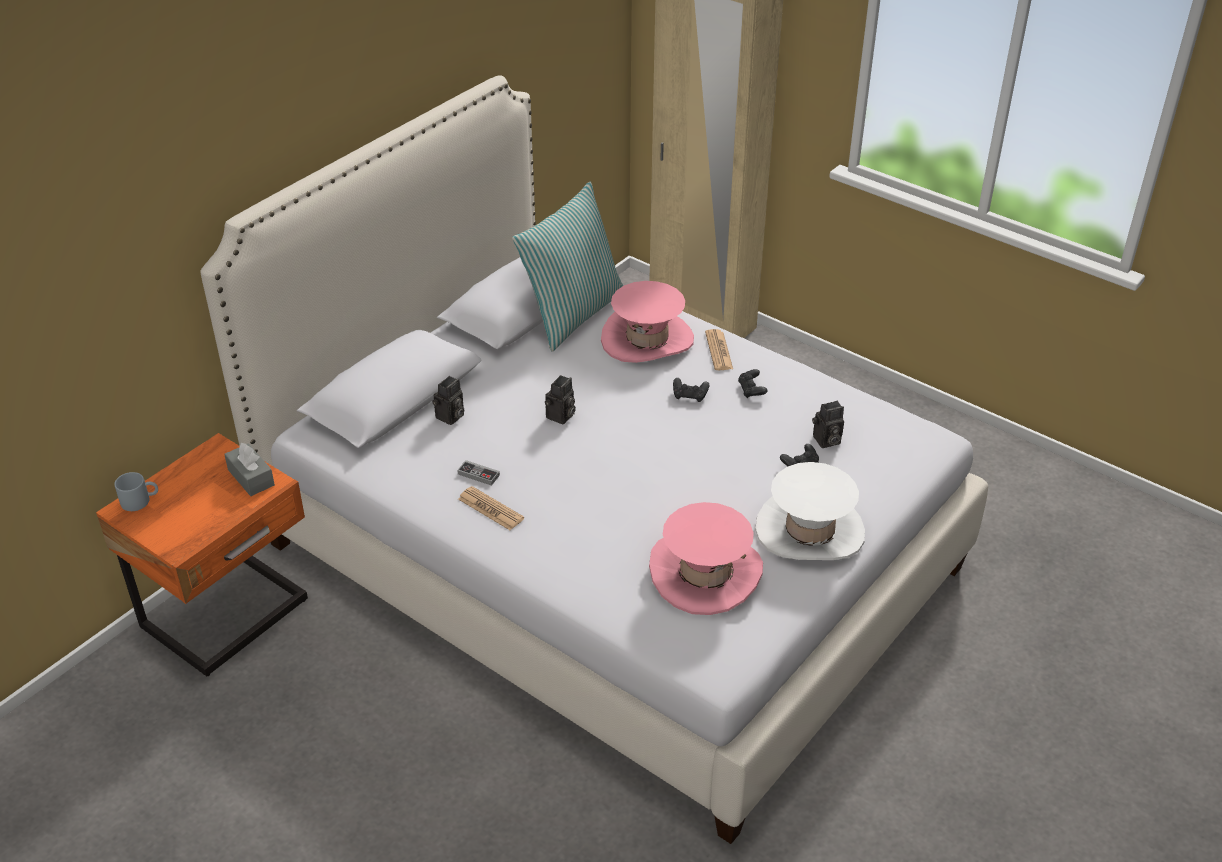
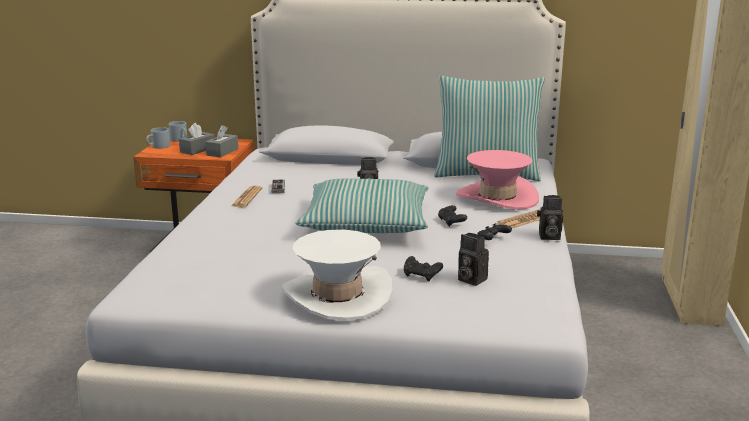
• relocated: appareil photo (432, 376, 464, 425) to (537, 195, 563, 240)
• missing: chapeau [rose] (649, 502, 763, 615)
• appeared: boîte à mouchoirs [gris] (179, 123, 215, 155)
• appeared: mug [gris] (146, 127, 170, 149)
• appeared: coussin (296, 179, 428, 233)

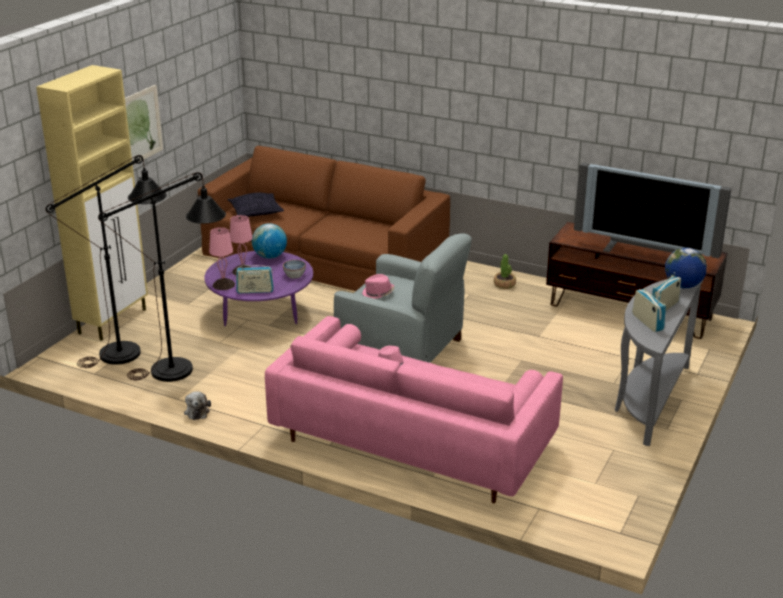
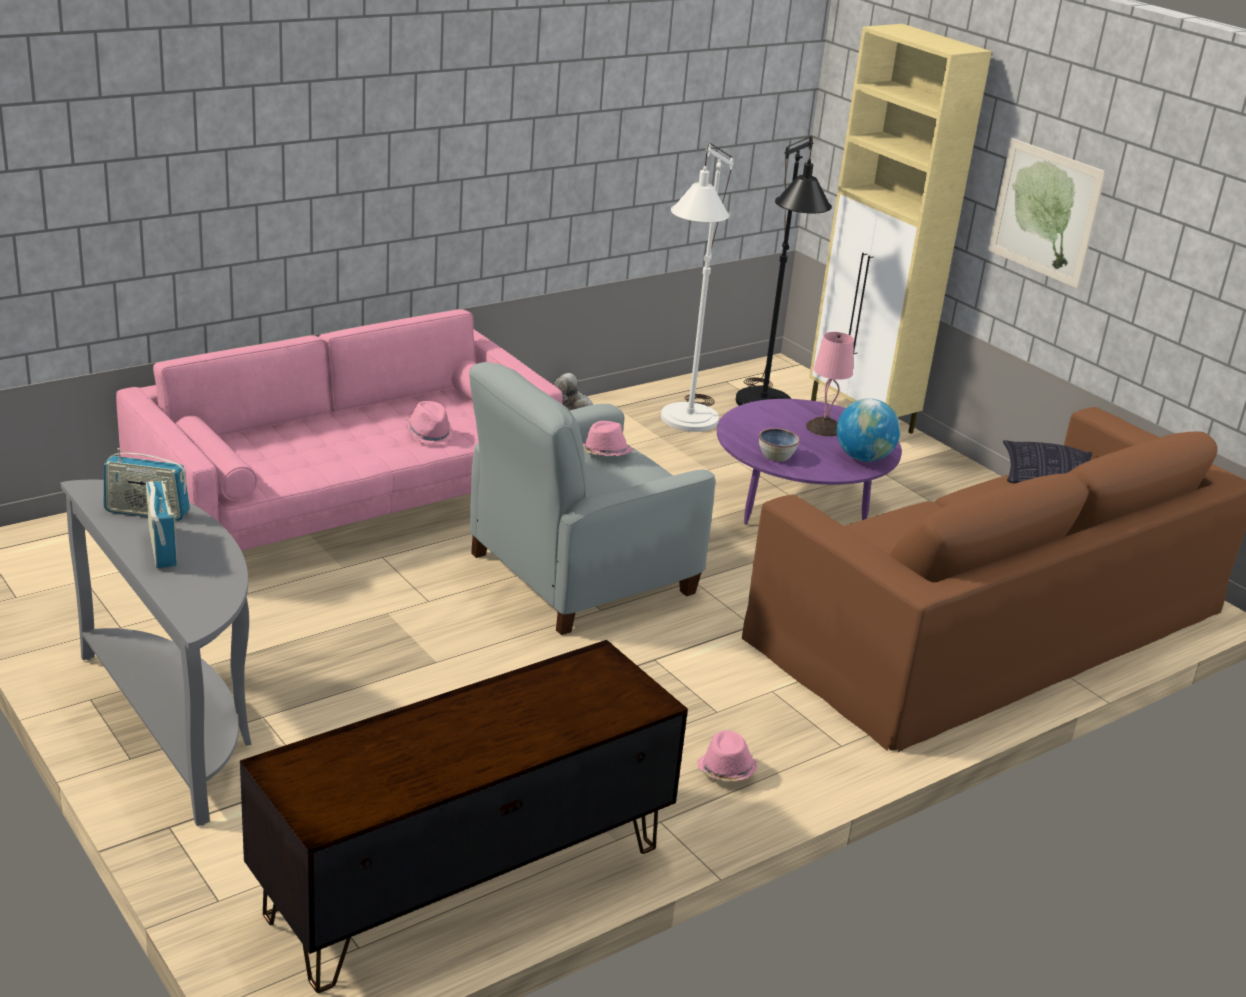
• missing: téléviseur (574, 163, 731, 258)
• colour: lampadaire [noir] (98, 172, 226, 382) to lampadaire [blanc] (661, 143, 734, 432)
• missing: lampe de table [rose] (209, 227, 235, 290)
• missing: globe (665, 248, 707, 288)
• exchanged: plante en pot (494, 254, 516, 289) to chapeau [rose] (697, 730, 757, 781)
• missing: radio (236, 264, 274, 293)

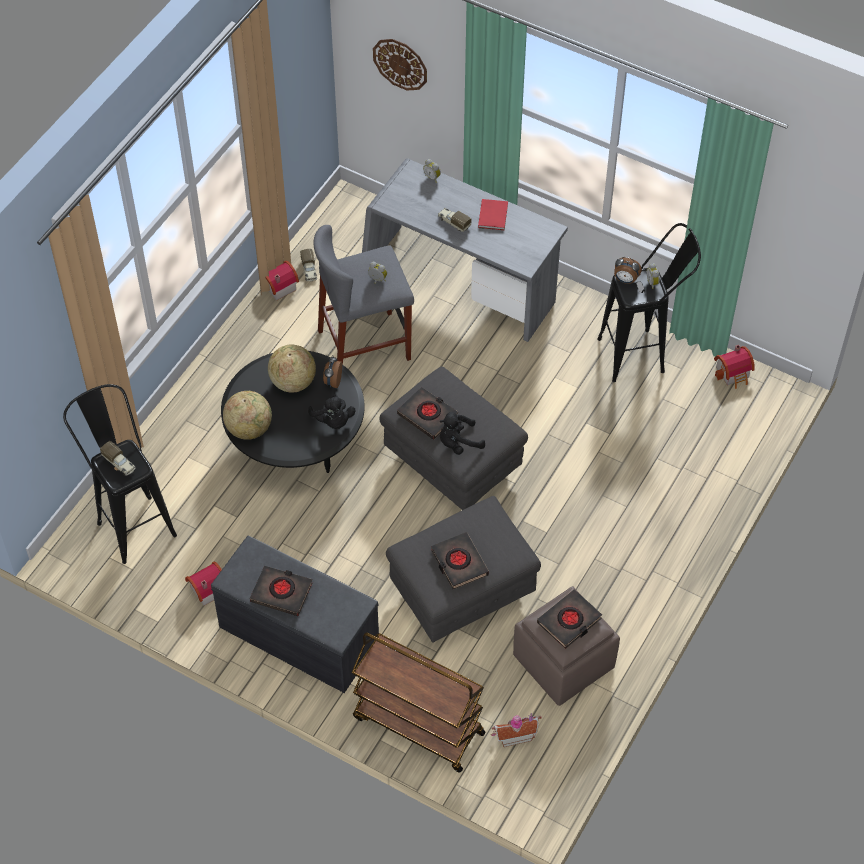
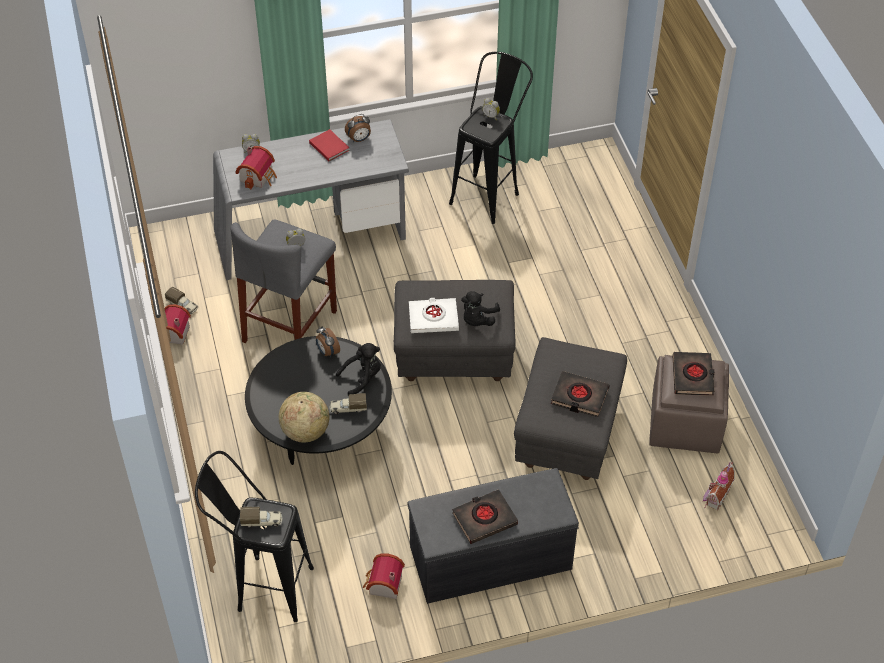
• missing: horloge murale (373, 39, 427, 91)
• relocated: camion jouet (438, 208, 471, 232) to (329, 393, 367, 414)
• relocated: réveil (614, 257, 642, 284) to (345, 114, 371, 142)
• missing: globe (268, 345, 316, 393)
• relocated: maison miniature (714, 345, 755, 389) to (235, 146, 277, 189)
• colour: livre [noir] (397, 387, 458, 439) to livre [blanc] (409, 298, 459, 333)
• spun: peluche [noir] (308, 394, 356, 429) = (336, 343, 381, 396) 45 degrees counterclockwise
• missing: chariot [marron] (352, 632, 485, 773)

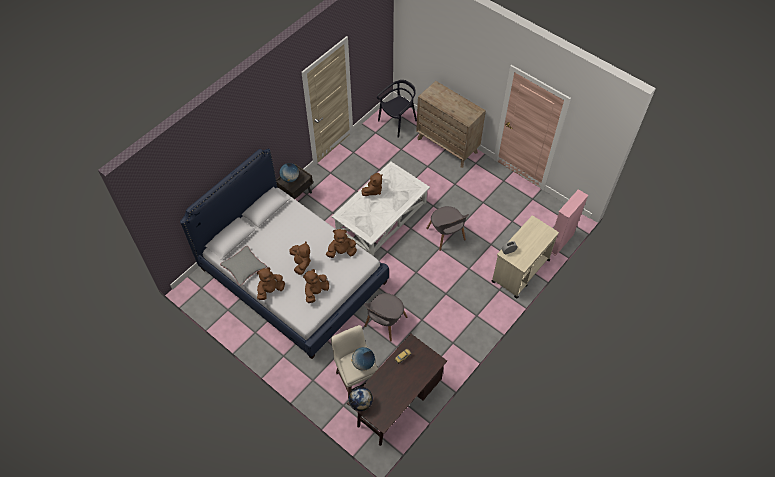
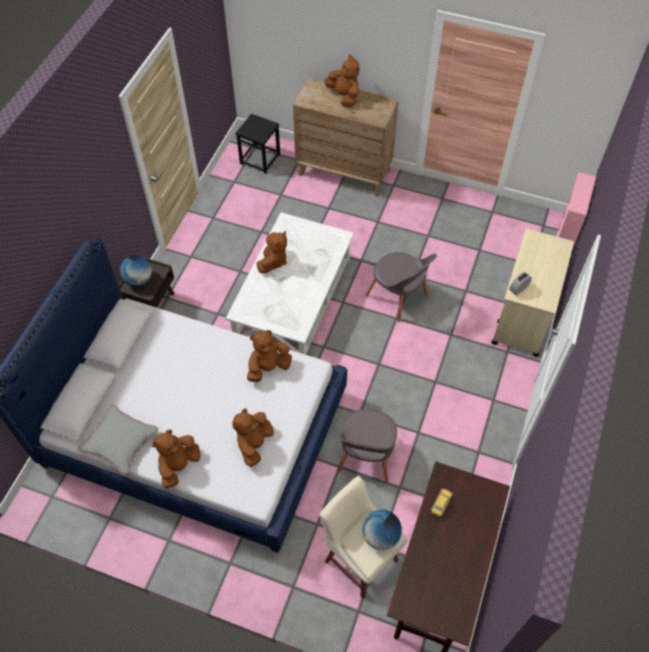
• exchanged: chaise [noir] (377, 80, 417, 138) to tabouret [noir] (235, 114, 280, 174)
• relocated: peluche [marron] (289, 241, 311, 275) to (324, 54, 360, 107)
• missing: globe (349, 387, 373, 411)

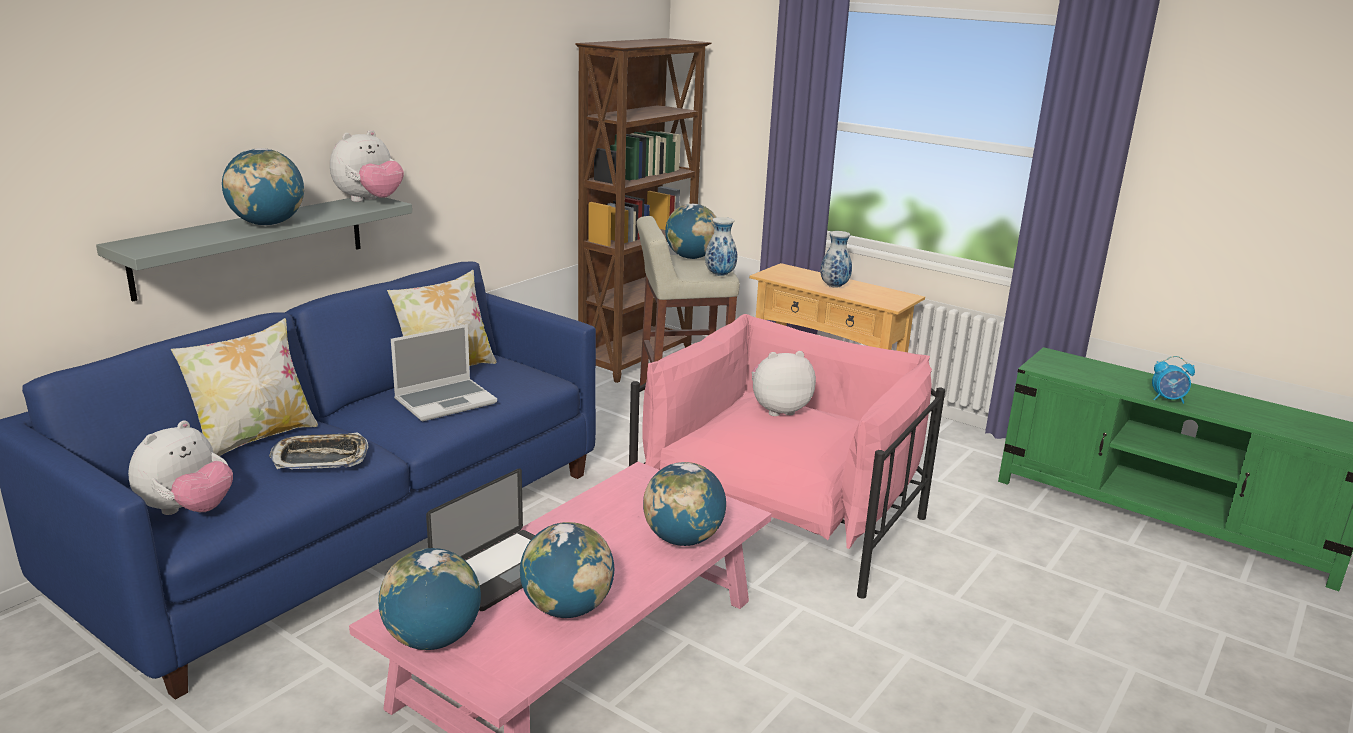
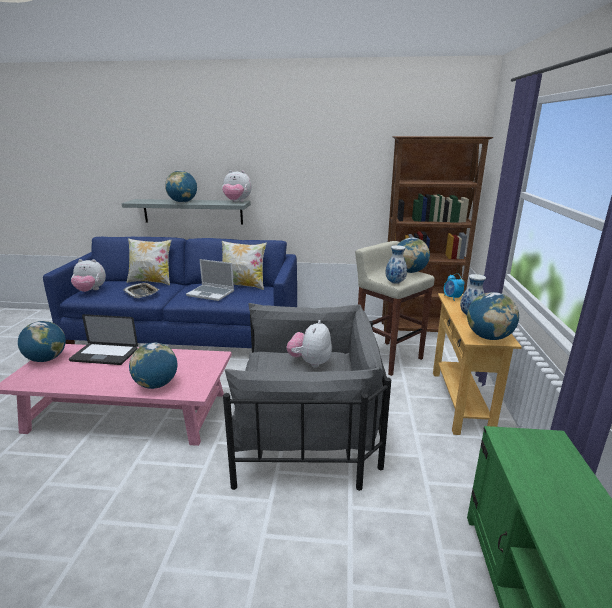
• colour: fauteuil [rose] (629, 314, 945, 599) to fauteuil [gris] (223, 303, 391, 491)
• spun: peluche (752, 351, 816, 416) = (287, 320, 332, 368) 120 degrees counterclockwise
• relocated: réveil (1152, 356, 1195, 404) to (444, 273, 465, 301)
• relocated: globe (520, 522, 614, 618) to (467, 292, 519, 340)

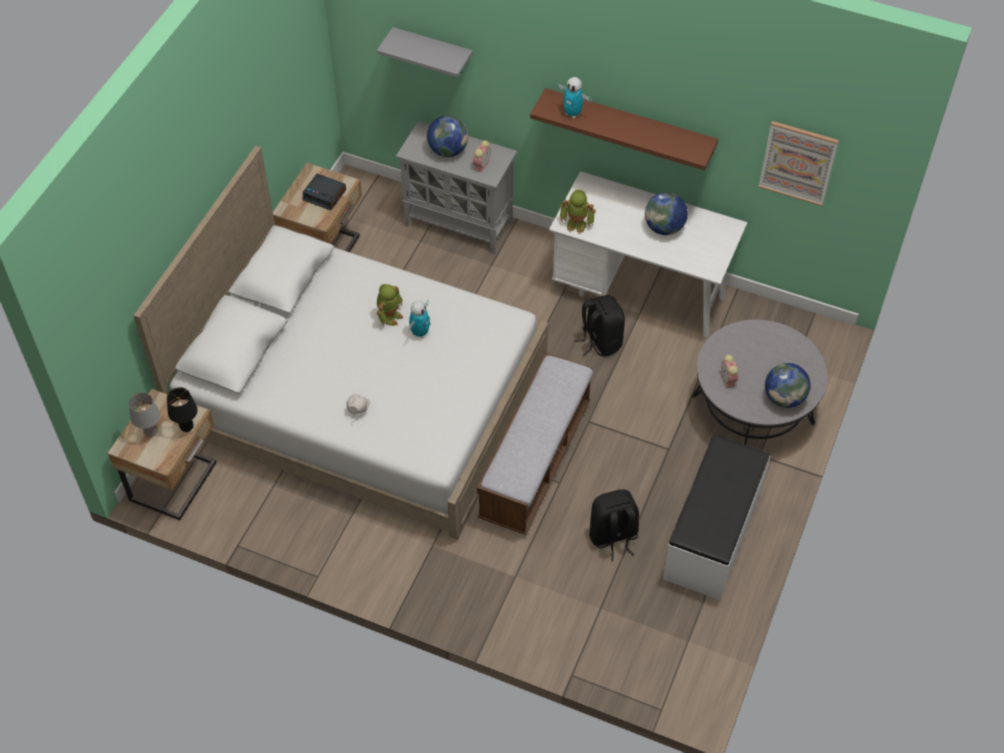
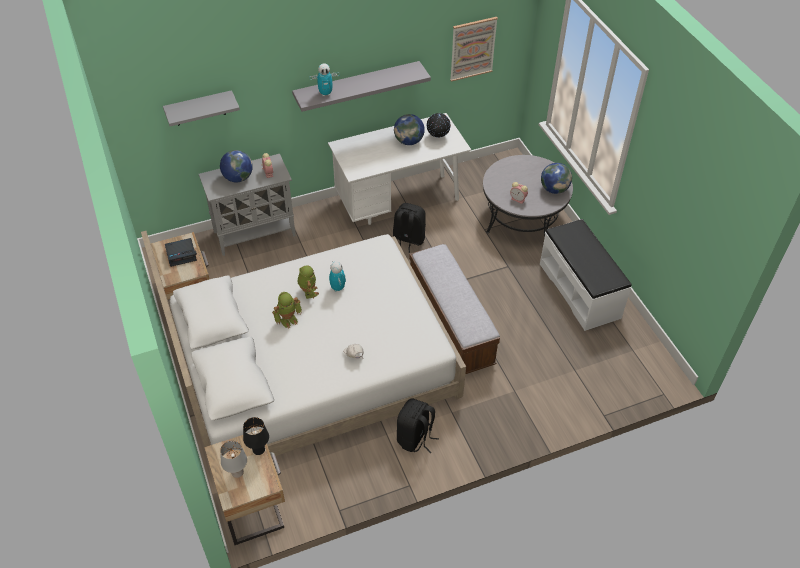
• colour: étagère [marron] (530, 88, 718, 171) to étagère [gris] (292, 61, 431, 112)
• relocated: robot jouet (560, 189, 596, 234) to (272, 292, 302, 329)
• relocated: sac à dos [noir] (589, 489, 639, 561) to (397, 398, 439, 453)
• appeared: globe (427, 113, 451, 138)

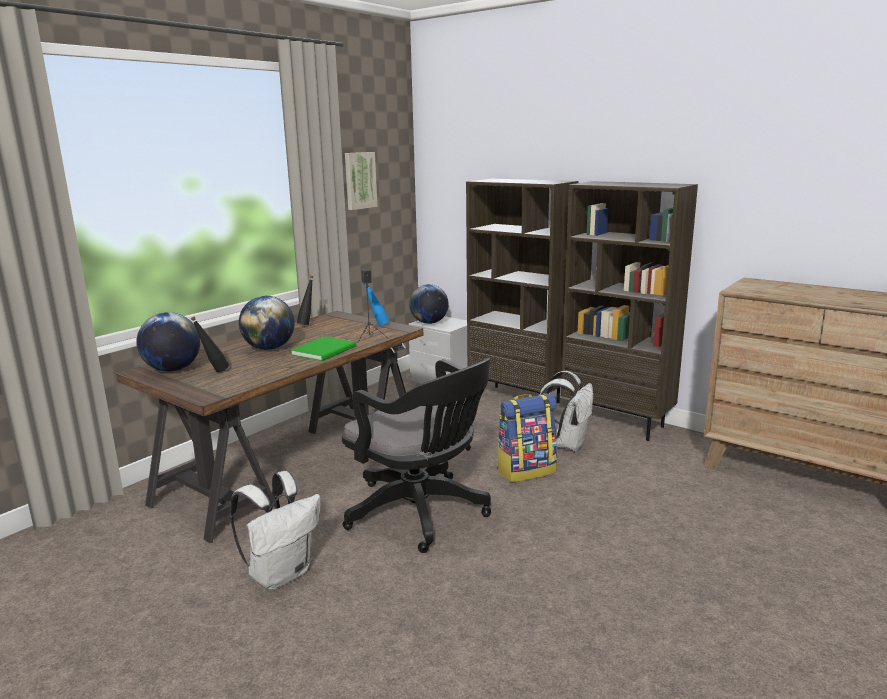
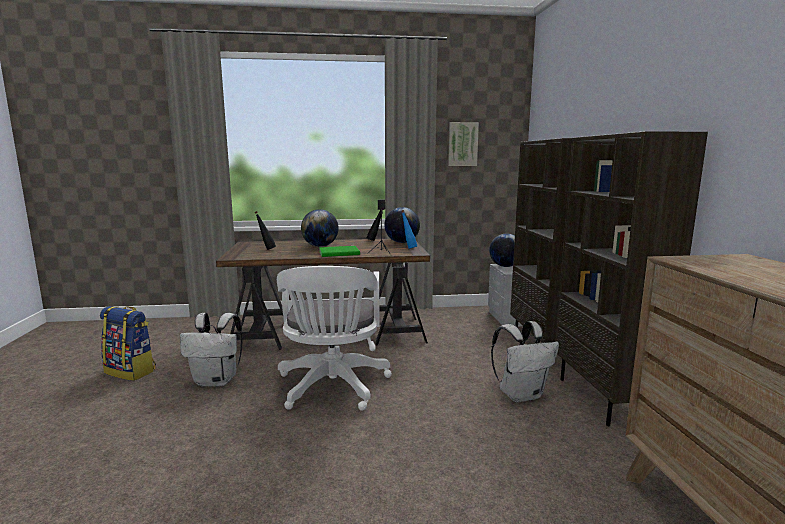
• relocated: globe (136, 312, 200, 372) to (384, 207, 420, 243)
• colour: chaise de bureau [noir] (342, 358, 491, 553) to chaise de bureau [blanc] (277, 266, 392, 411)
• relocated: sac à dos (497, 394, 557, 482) to (100, 306, 156, 381)

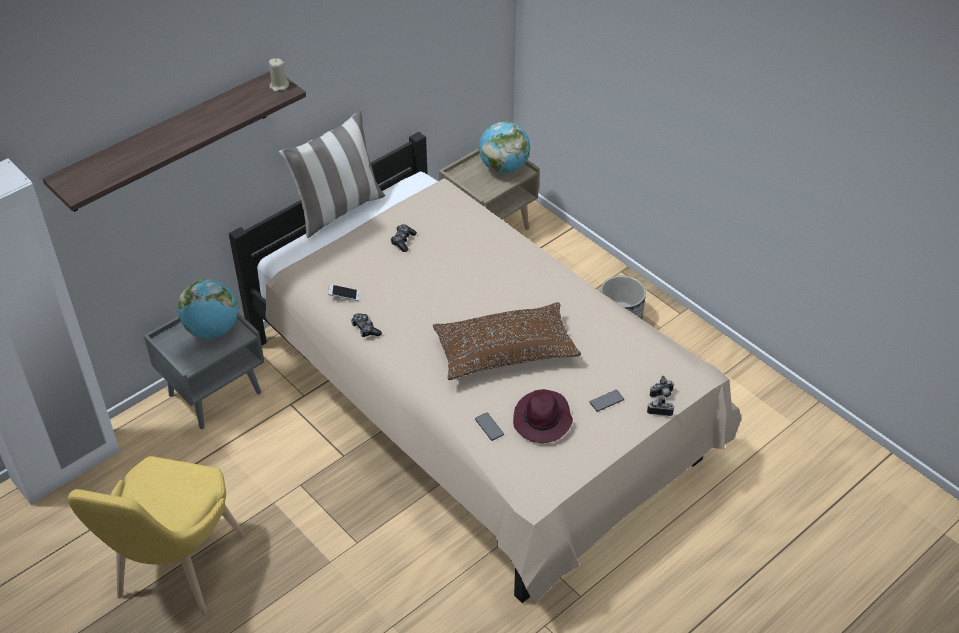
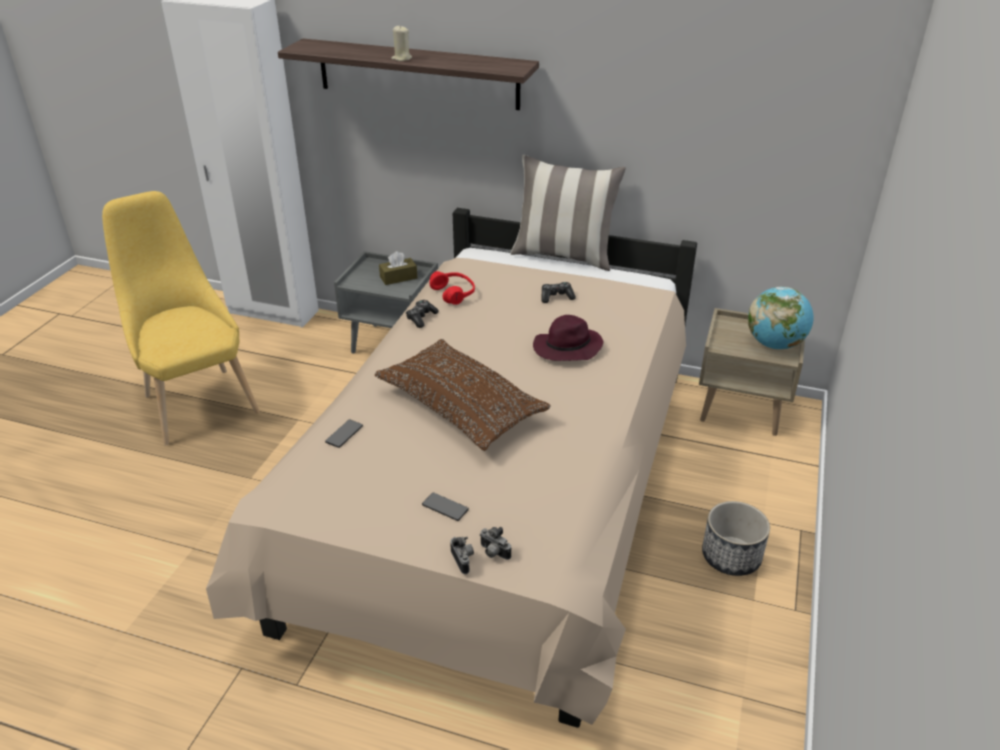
• relocated: bougie [beige] (269, 58, 289, 92) to (391, 26, 412, 61)
• exchanged: globe (178, 279, 239, 339) to boîte à mouchoirs [marron] (379, 251, 417, 285)
• exchanged: téléphone (328, 284, 360, 301) to casque audio [rouge] (429, 271, 475, 305)
• relocated: chapeau [violet] (513, 389, 573, 443) to (533, 315, 603, 361)
• spun: chaise [jaune] (68, 456, 245, 615) = (102, 191, 260, 445) 75 degrees clockwise

